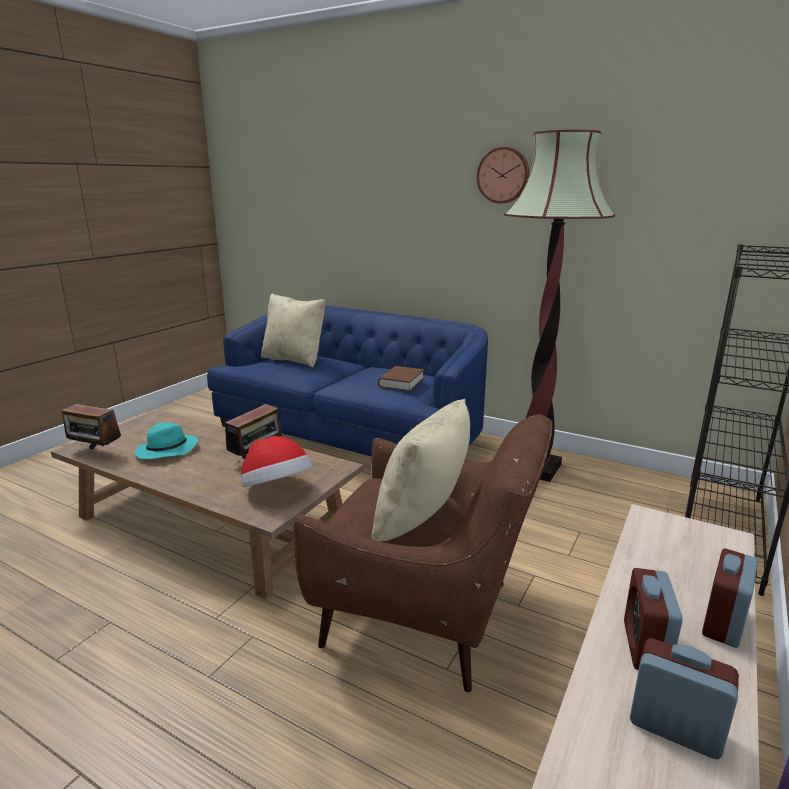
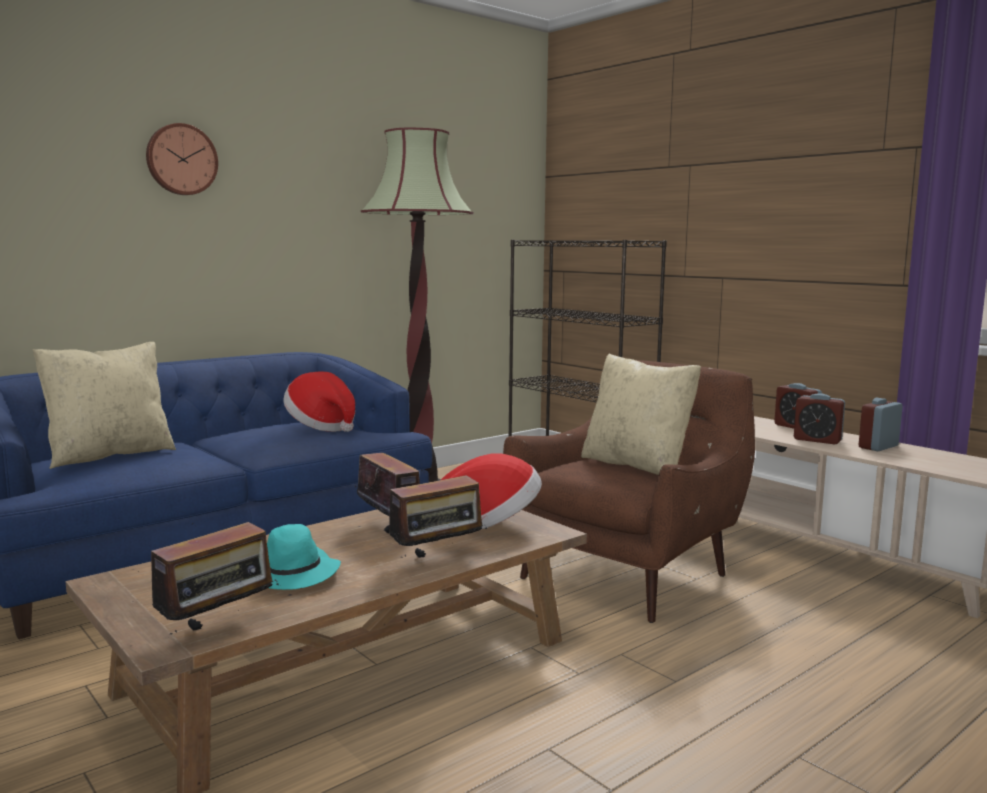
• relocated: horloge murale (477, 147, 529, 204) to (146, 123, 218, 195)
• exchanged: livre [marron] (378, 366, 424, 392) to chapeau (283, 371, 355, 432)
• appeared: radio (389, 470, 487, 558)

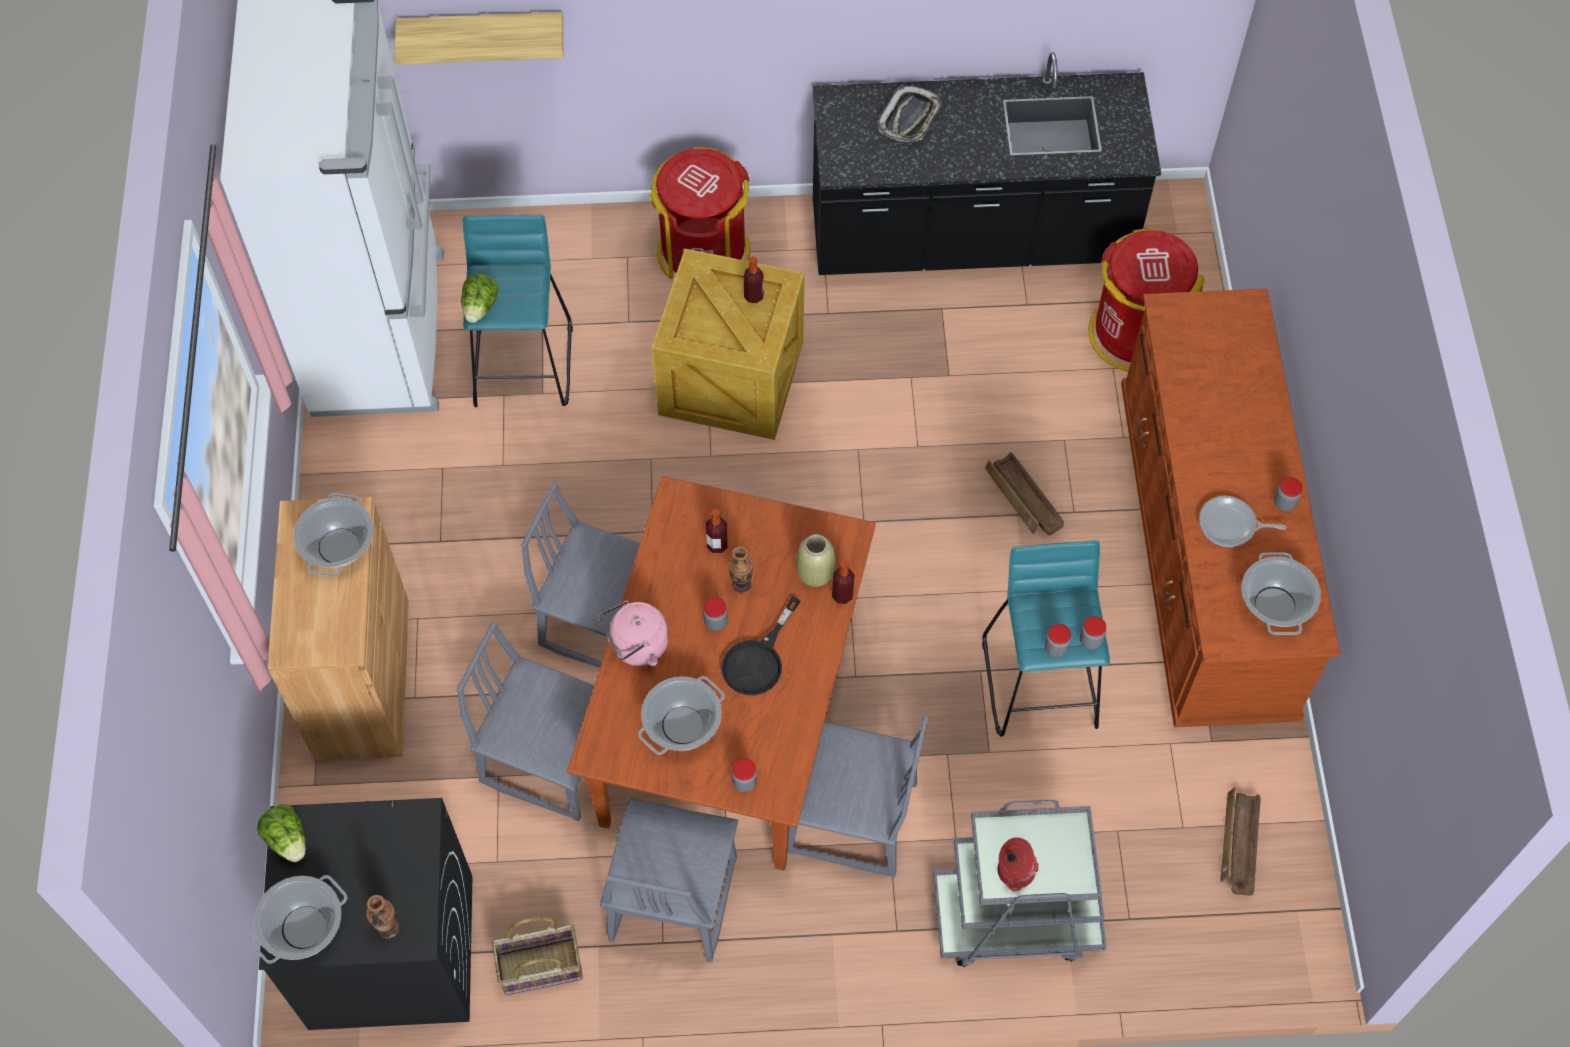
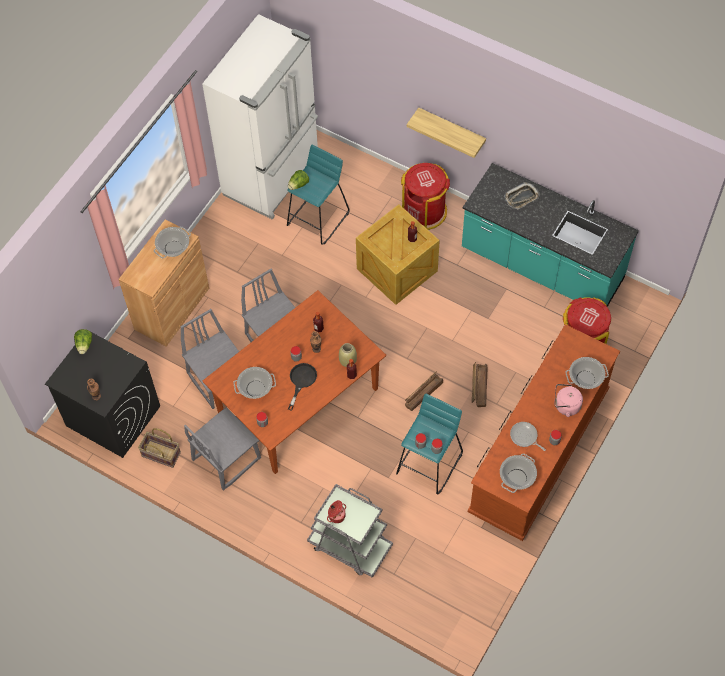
• relocated: étagère (394, 12, 563, 65) to (407, 108, 486, 158)
• colour: comptoir de cuisine [noir] (813, 52, 1161, 275) to comptoir de cuisine [turquoise] (462, 163, 639, 307)
• spun: poêle [noir] (721, 596, 800, 695) = (288, 363, 317, 411) 135 degrees clockwise
• relocated: bouilloire [rose] (599, 601, 668, 666) to (554, 384, 583, 417)
• missing: chaise [gris] (787, 716, 928, 877)
• relocated: caisse (1220, 788, 1261, 896) to (405, 372, 443, 411)
• relocated: marmite (249, 875, 347, 964) to (565, 357, 609, 389)

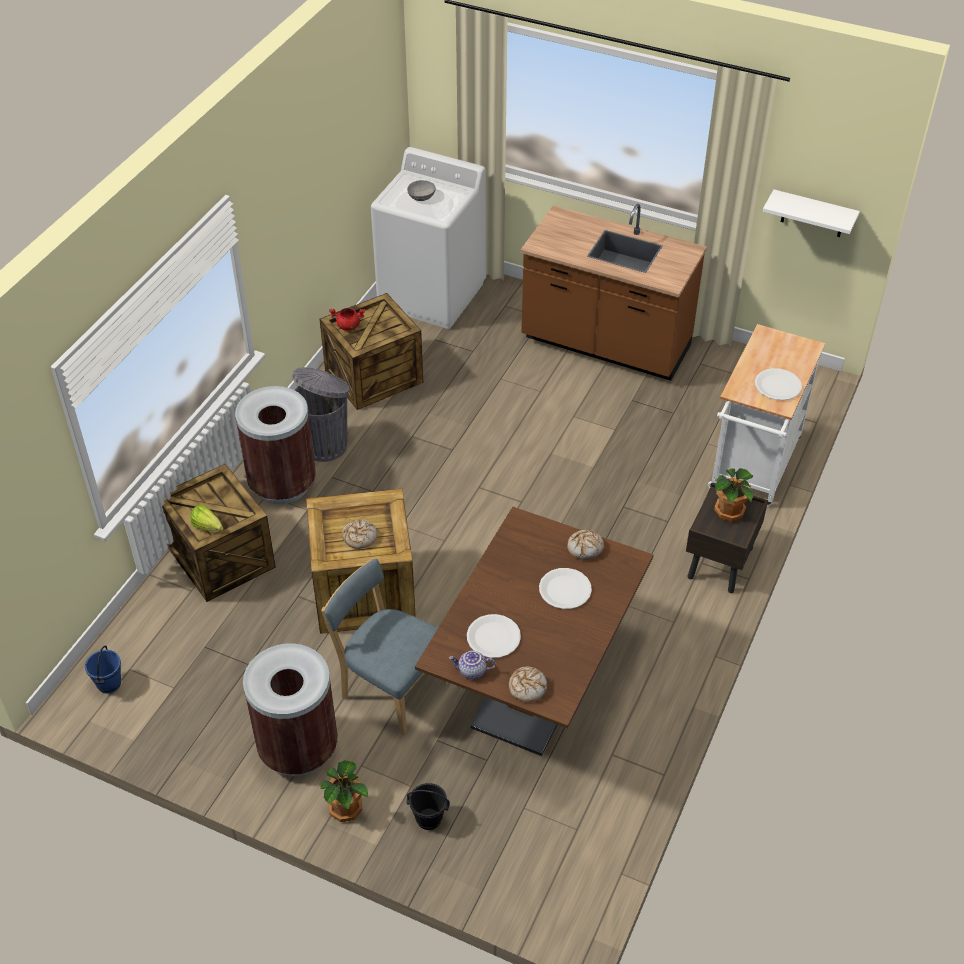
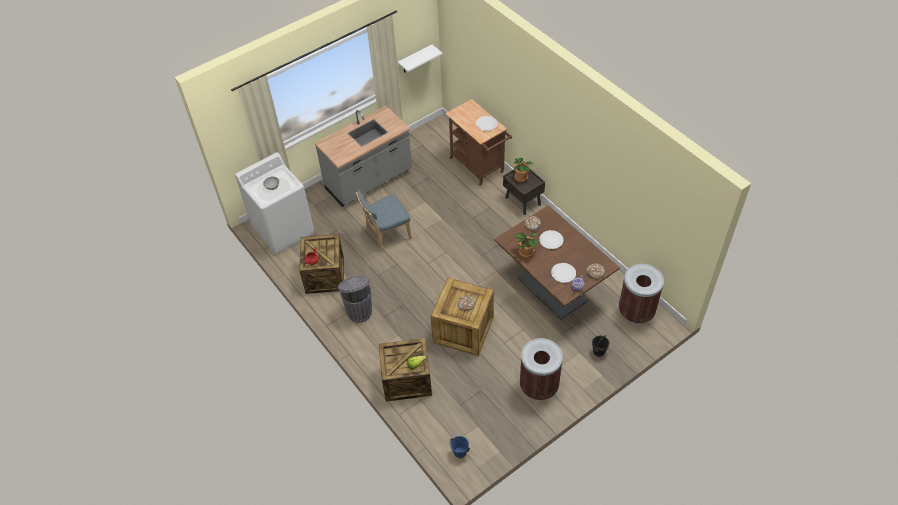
• colour: comptoir de cuisine [marron] (520, 204, 707, 381) to comptoir de cuisine [gris] (314, 106, 412, 207)
• colour: chariot [blanc] (708, 324, 825, 506) to chariot [marron] (445, 99, 512, 186)
• relocated: poubelle [marron] (235, 386, 316, 504) to (618, 264, 664, 324)
• relocated: chaise [bleu] (321, 559, 449, 735) to (356, 190, 412, 251)
• relocated: plante en pot (320, 760, 368, 822) to (515, 233, 538, 259)

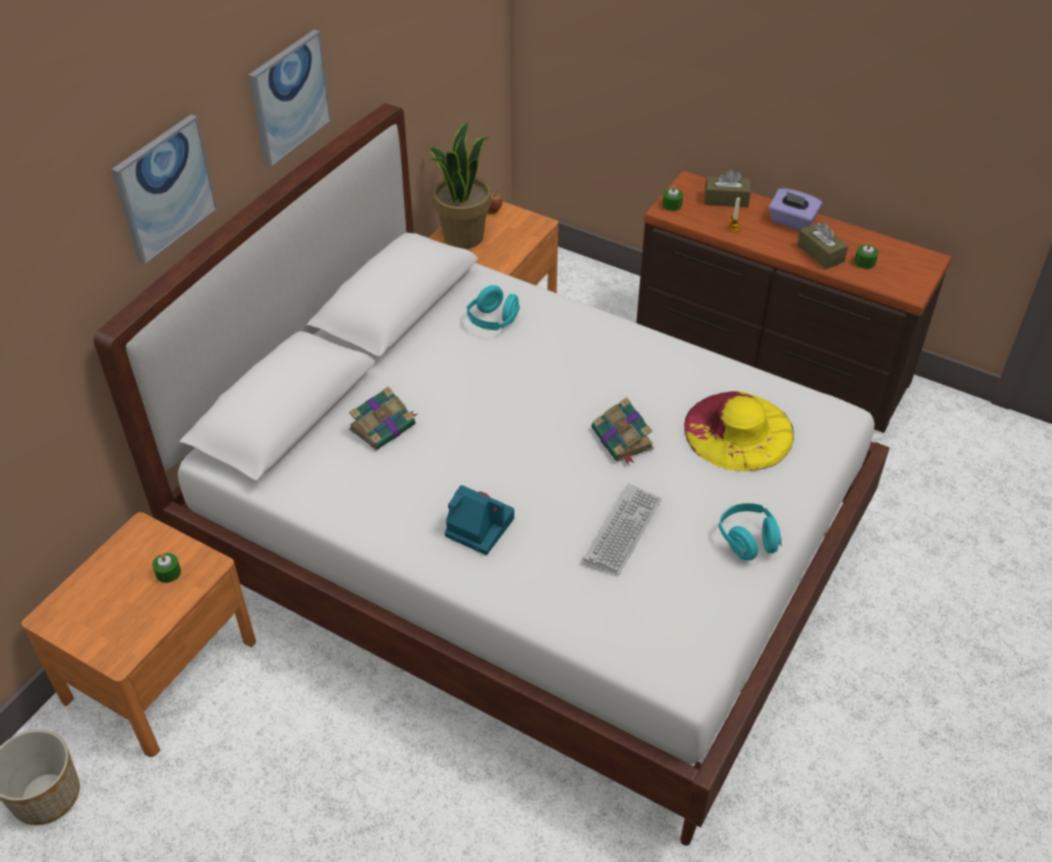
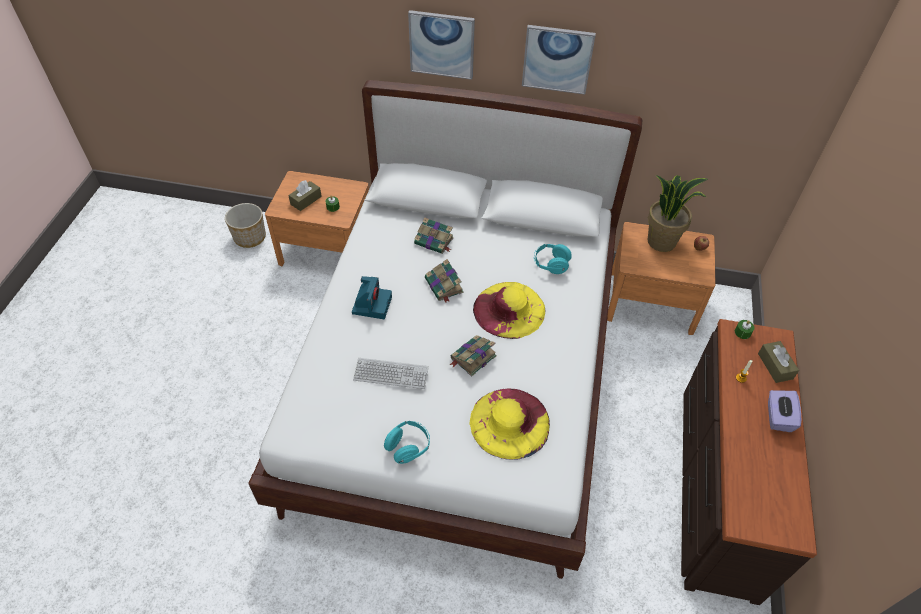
• relocated: boîte à mouchoirs [marron] (797, 222, 848, 269) to (288, 180, 322, 211)
• missing: bougie [vert] (855, 242, 878, 269)
• appeared: livre (425, 259, 464, 303)
• appeared: chapeau [jaune] (473, 282, 545, 339)

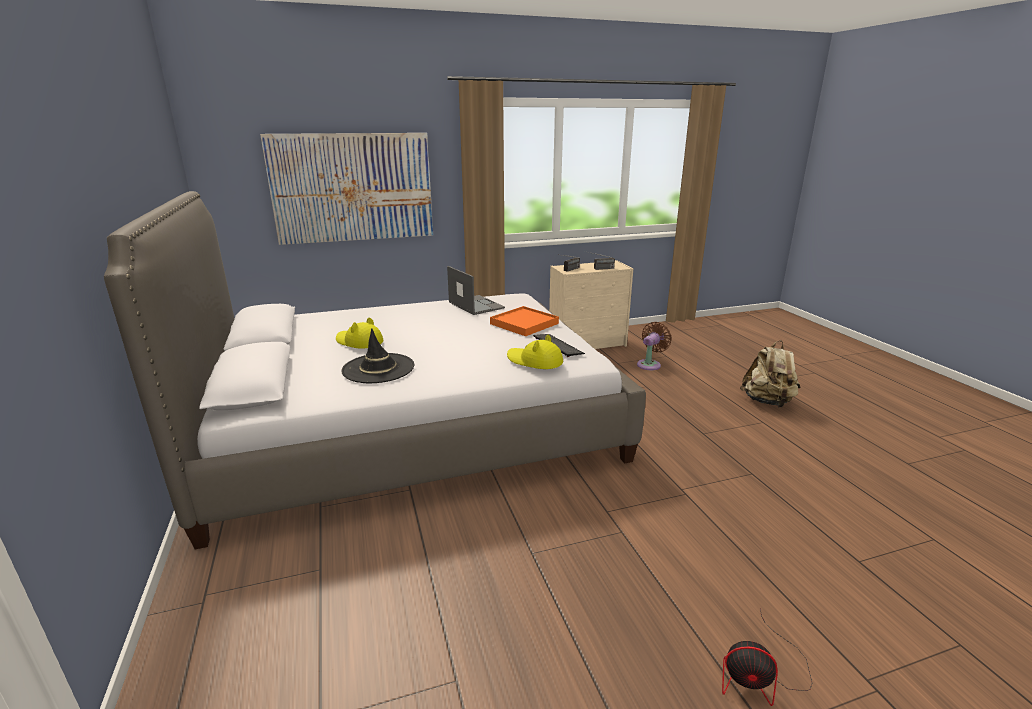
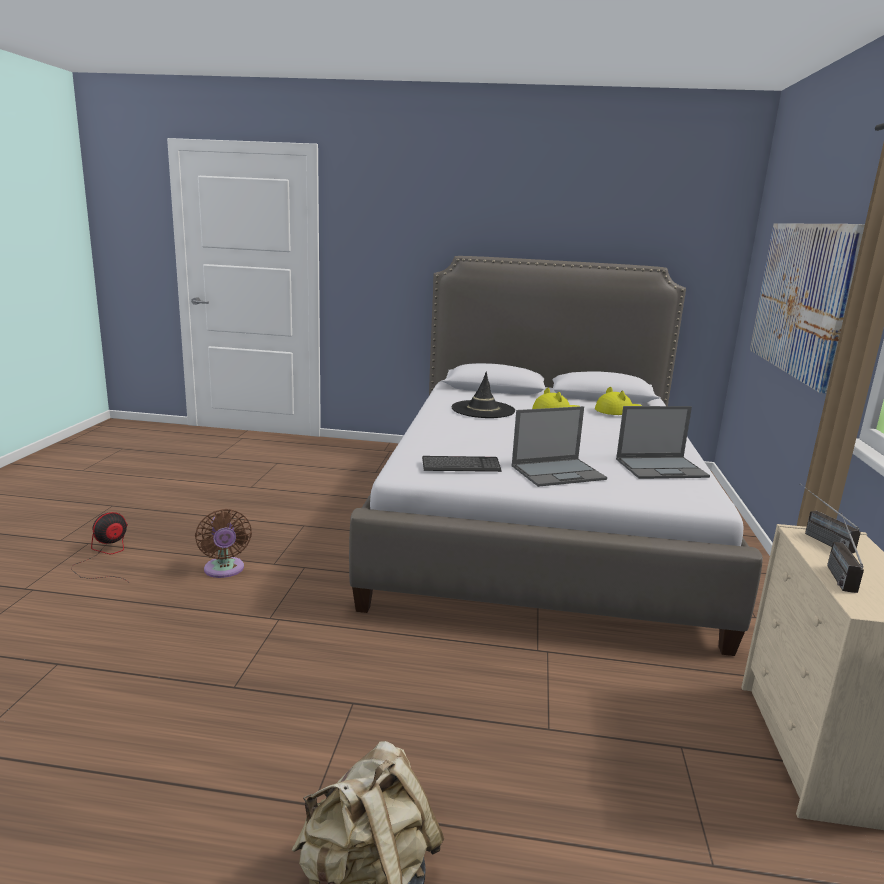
• exchanged: plateau [orange] (490, 306, 559, 336) to ordinateur portable (512, 406, 607, 487)
• relocated: ventilateur [marron] (637, 322, 672, 370) to (195, 509, 252, 578)
• relocated: chapeau [jaune] (507, 334, 563, 369) to (595, 387, 642, 415)

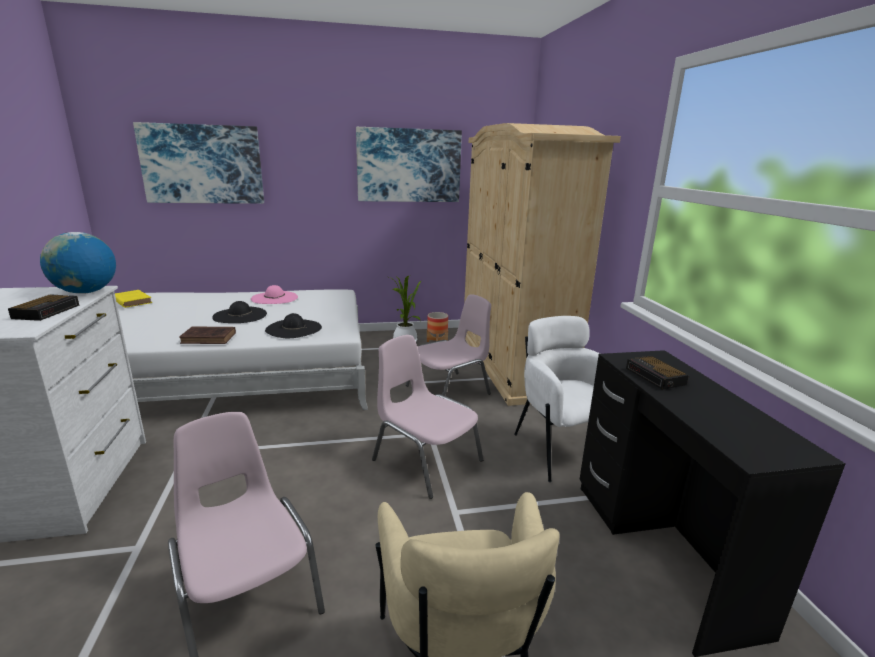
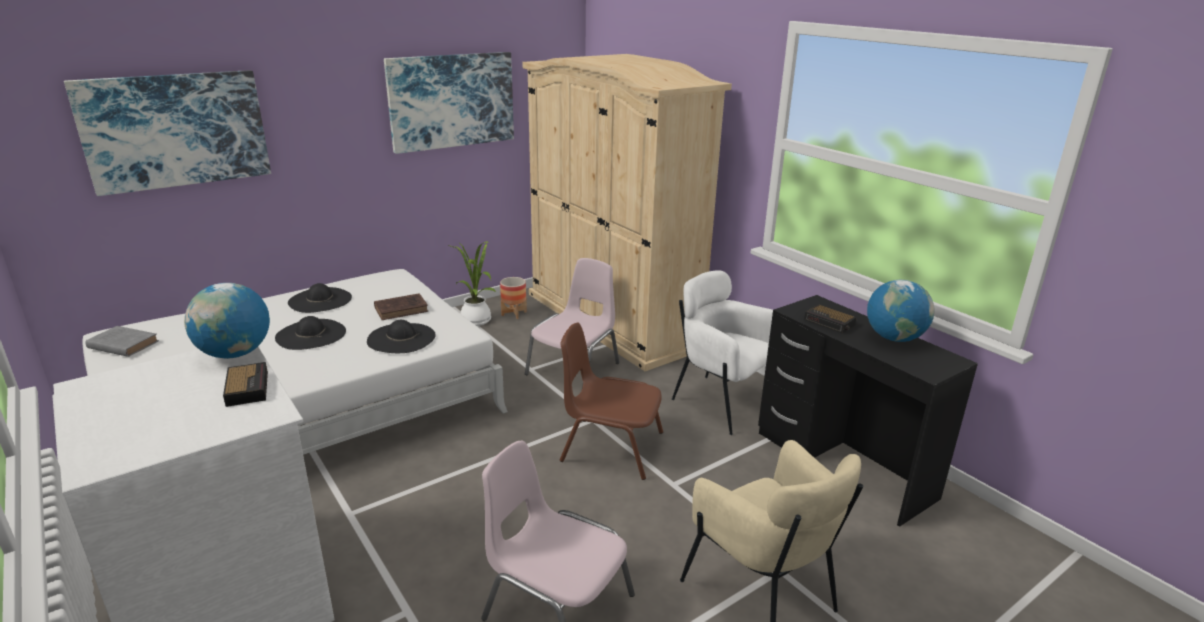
• colour: chapeau [rose] (251, 285, 298, 304) to chapeau [noir] (288, 283, 352, 313)
• colour: livre [jaune] (115, 290, 152, 308) to livre [gris] (85, 326, 159, 357)
• relocated: livre [marron] (179, 327, 236, 344) to (374, 293, 428, 320)
• colour: chaise [rose] (372, 335, 483, 499) to chaise [marron] (560, 323, 663, 480)
• appeared: globe (867, 279, 934, 342)

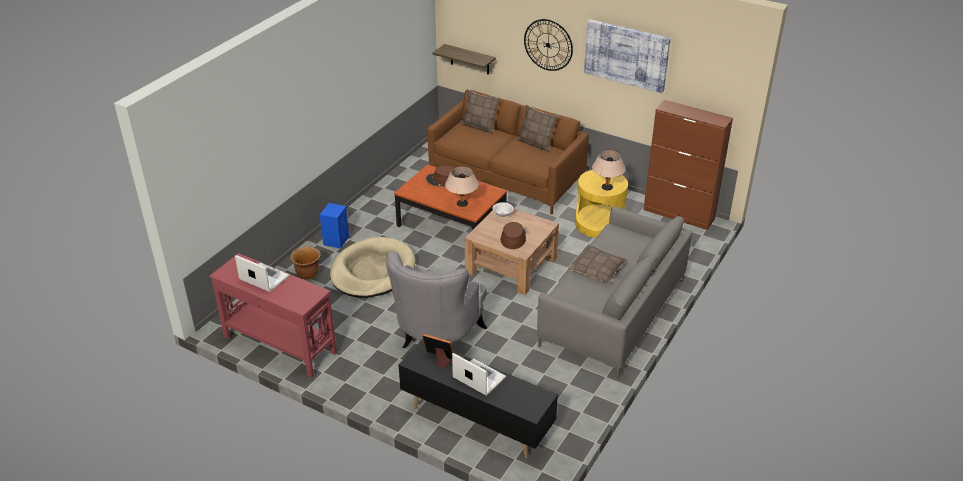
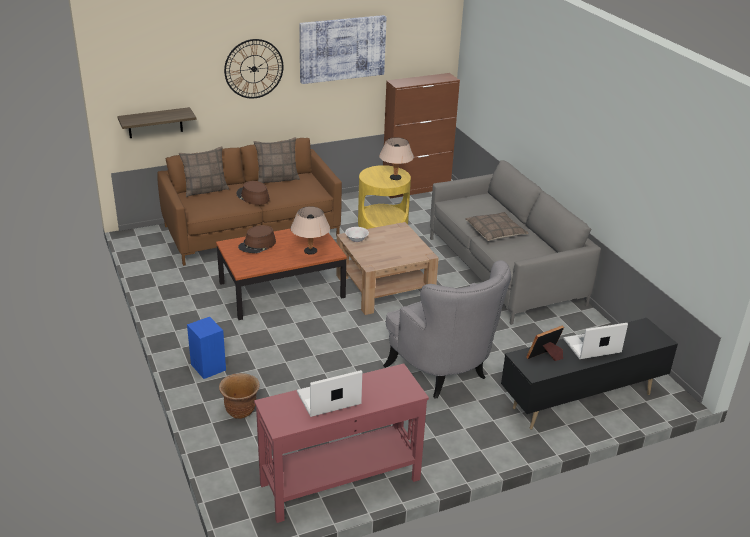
• relocated: chapeau [marron] (500, 222, 526, 249) to (236, 181, 270, 205)
• missing: panier pour chien [beige] (330, 237, 415, 298)

